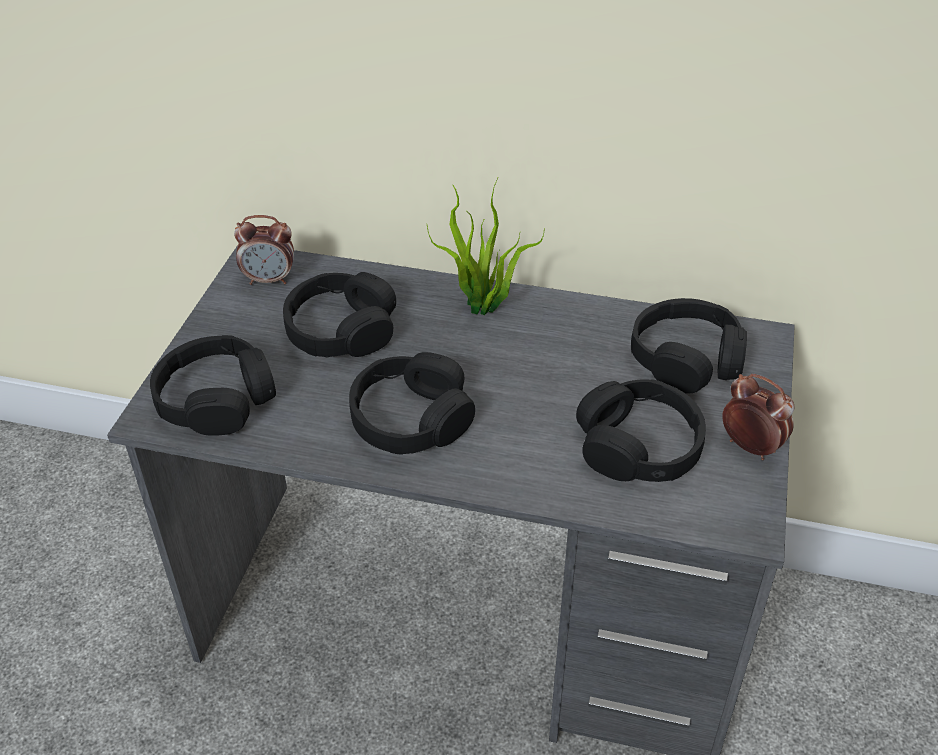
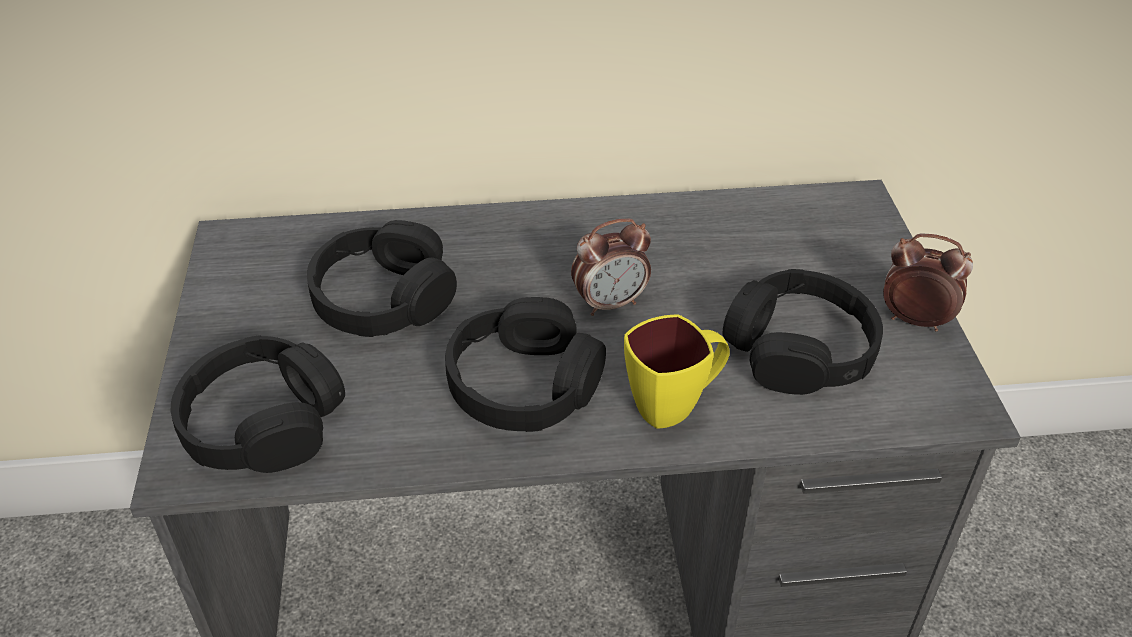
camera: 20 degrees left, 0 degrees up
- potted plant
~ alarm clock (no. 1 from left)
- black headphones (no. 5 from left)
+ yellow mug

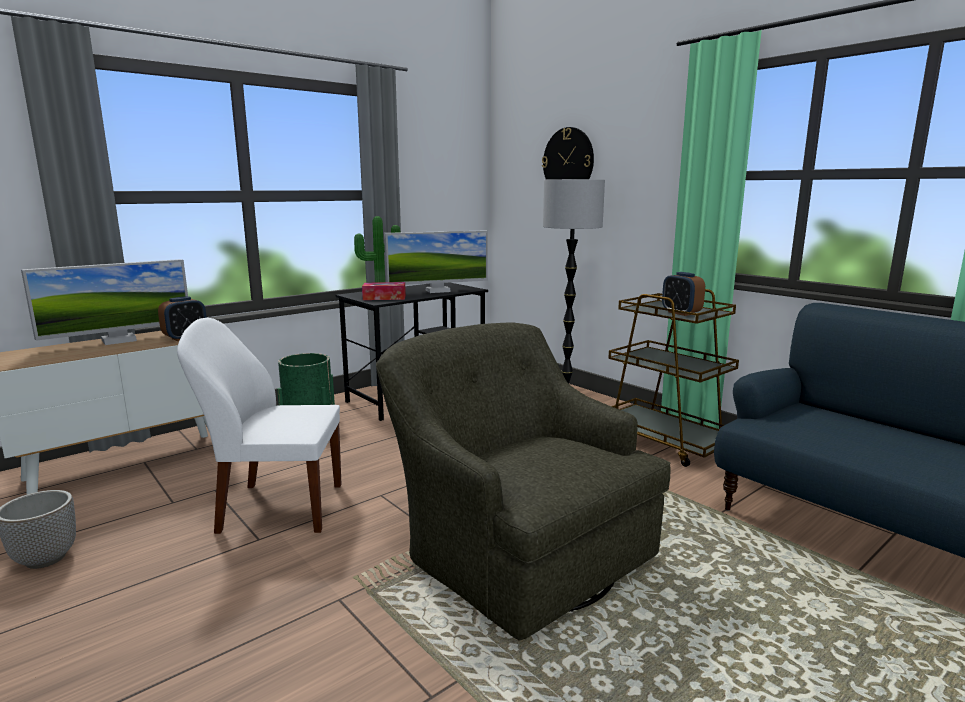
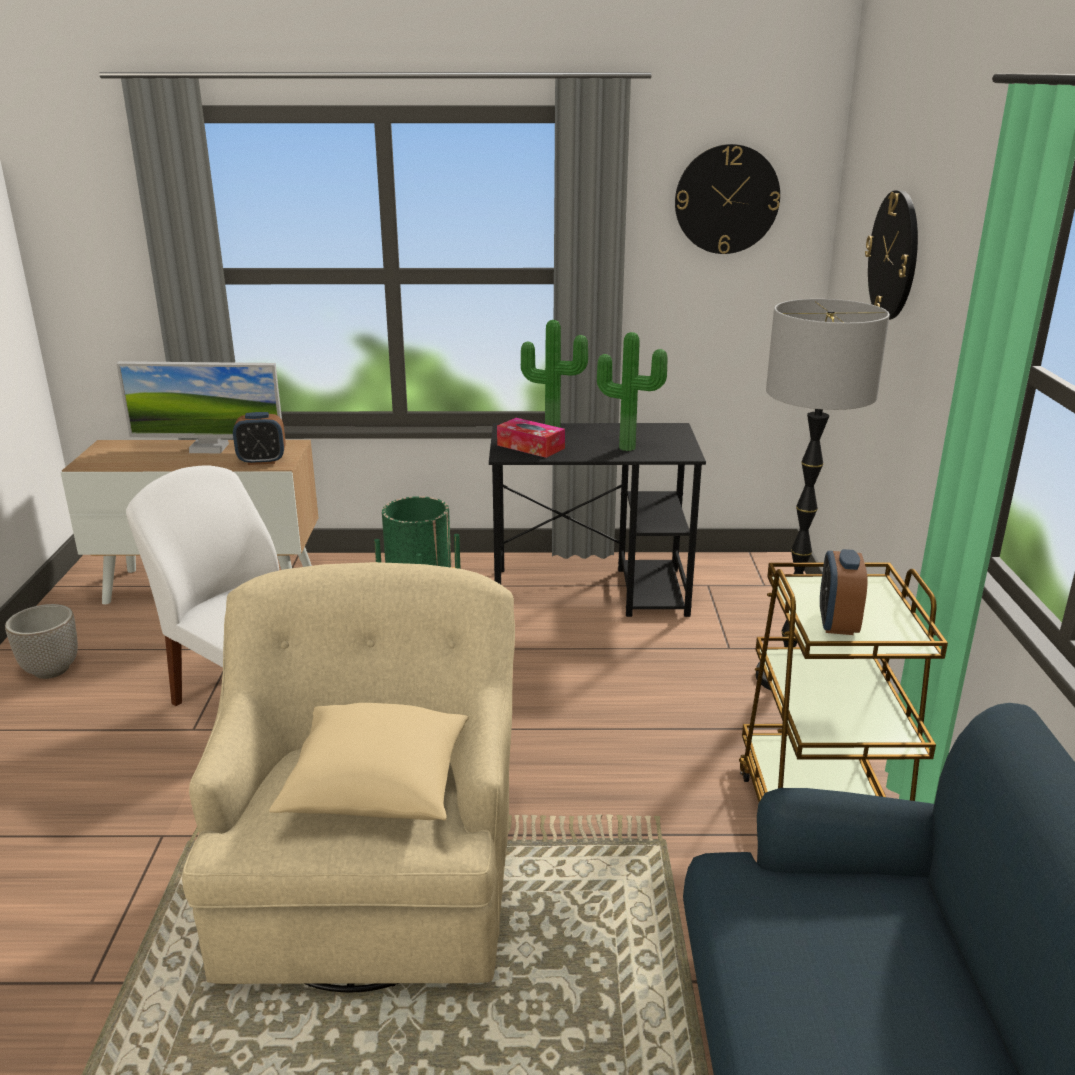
camera: 40 degrees right, 10 degrees up
~ monitor (no. 2 from left) to potted plant (no. 2 from left)
~ green armchair to beige armchair
+ wall clock (no. 1 from left)
+ beige pillow

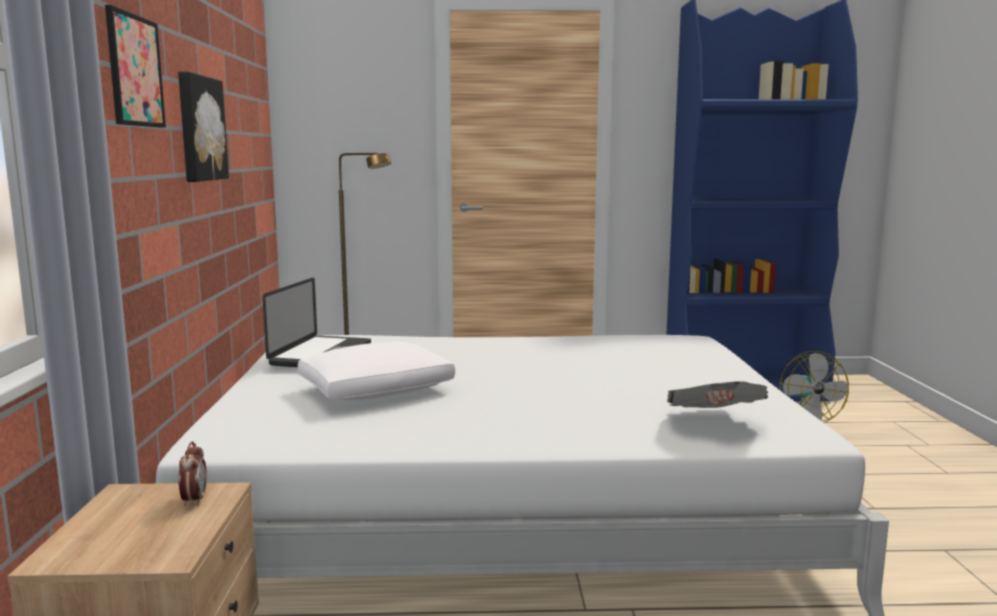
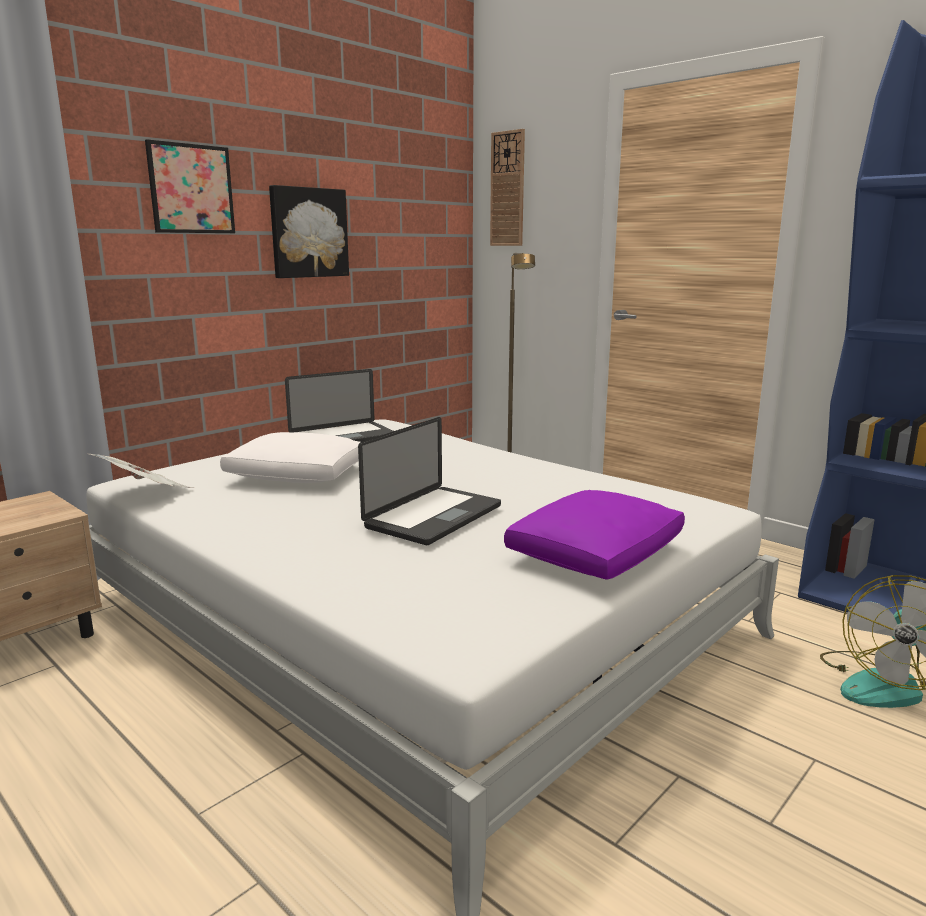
camera: 45 degrees right, 5 degrees up
~ newspaper
- alarm clock
+ wall clock
+ laptop (no. 2 from left)
+ purple pillow

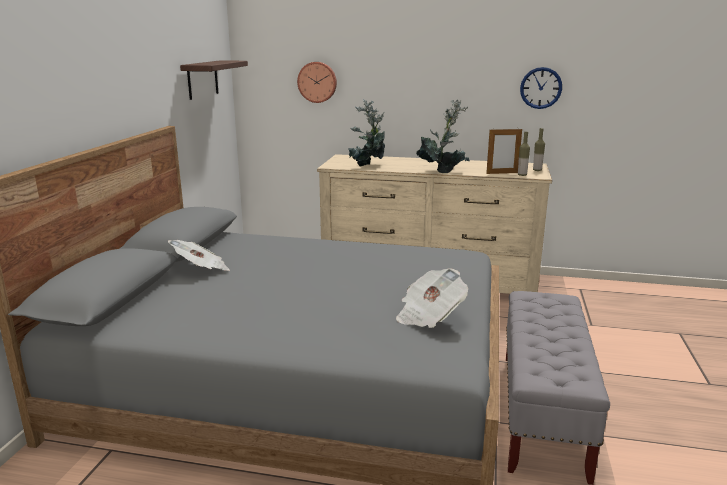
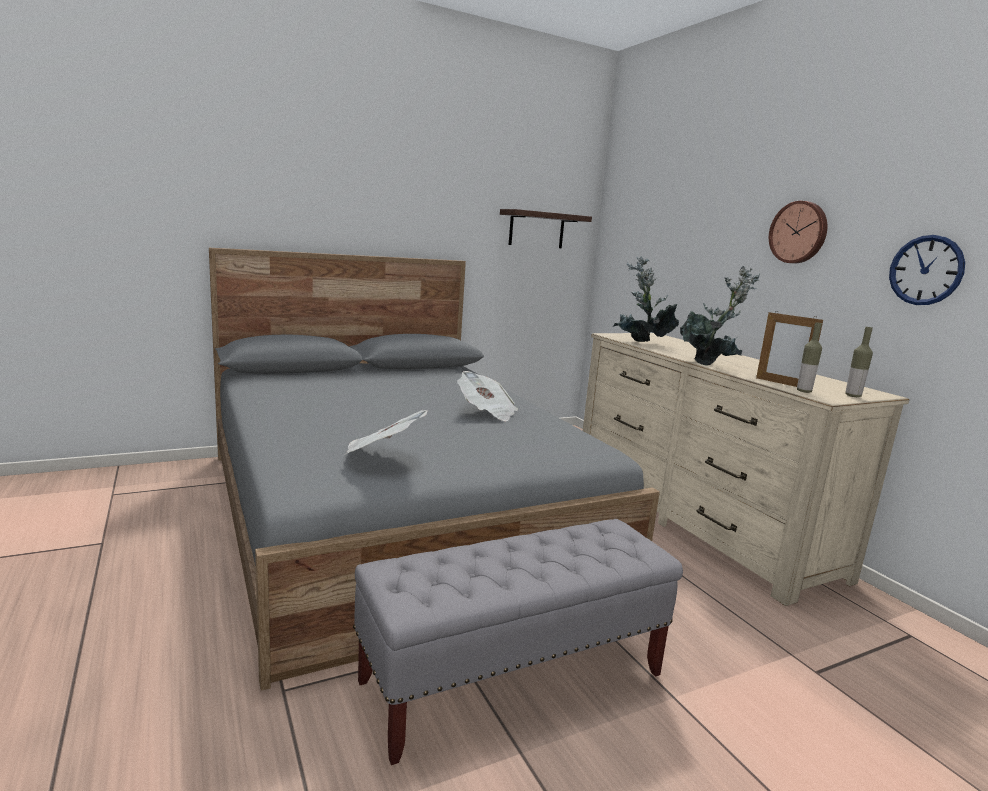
camera: 50 degrees right, 5 degrees down
~ wall clock (no. 1 from left)
~ newspaper (no. 1 from left in the first image) to newspaper (no. 2 from left)

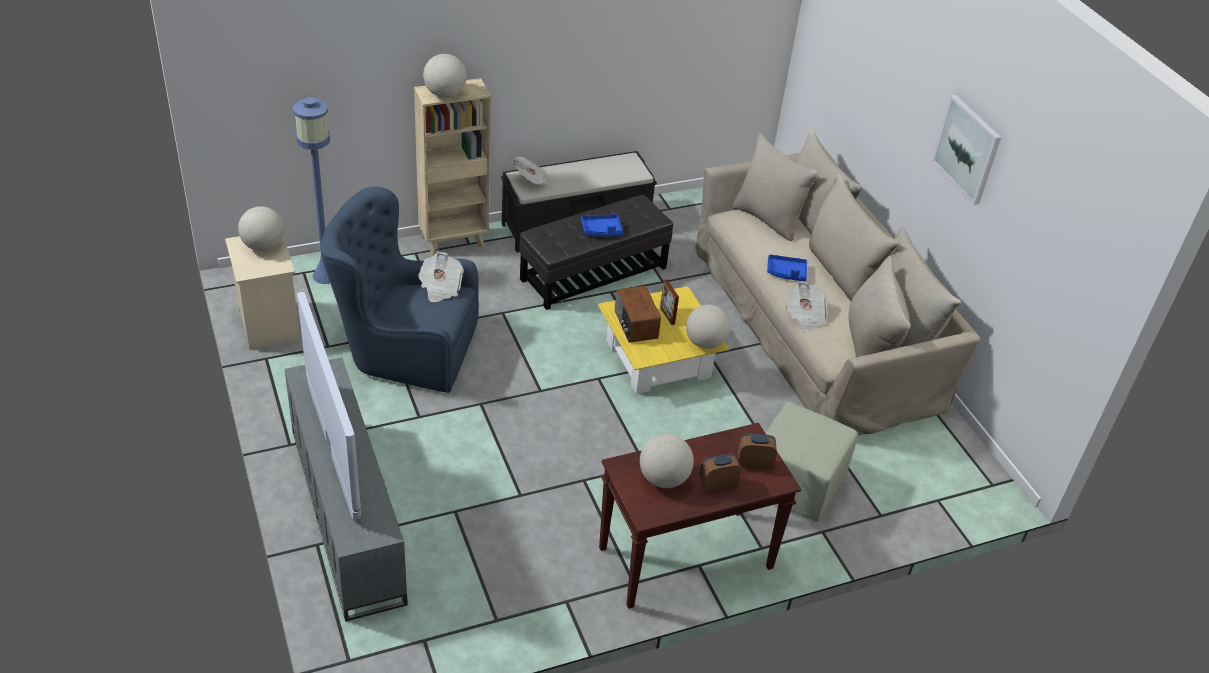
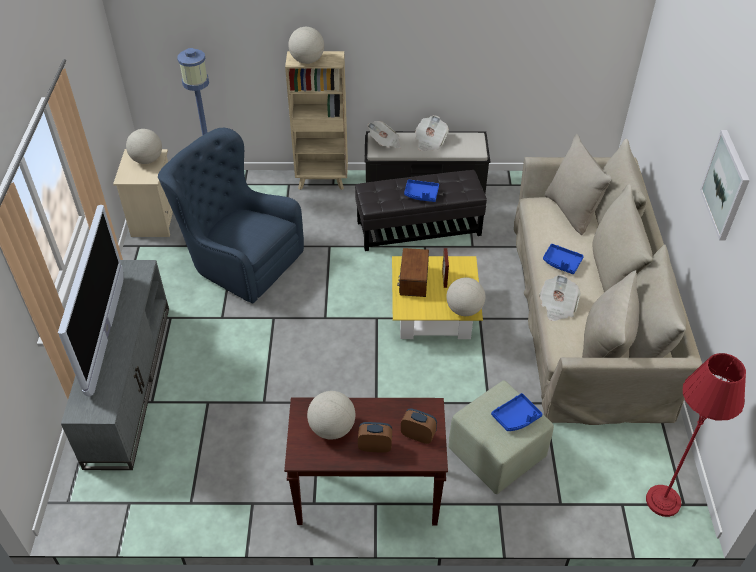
camera: 25 degrees right, 5 degrees up
~ newspaper (no. 1 from left in the first image) to newspaper (no. 2 from left)
+ red floor lamp
+ blue tray (no. 2 from left)

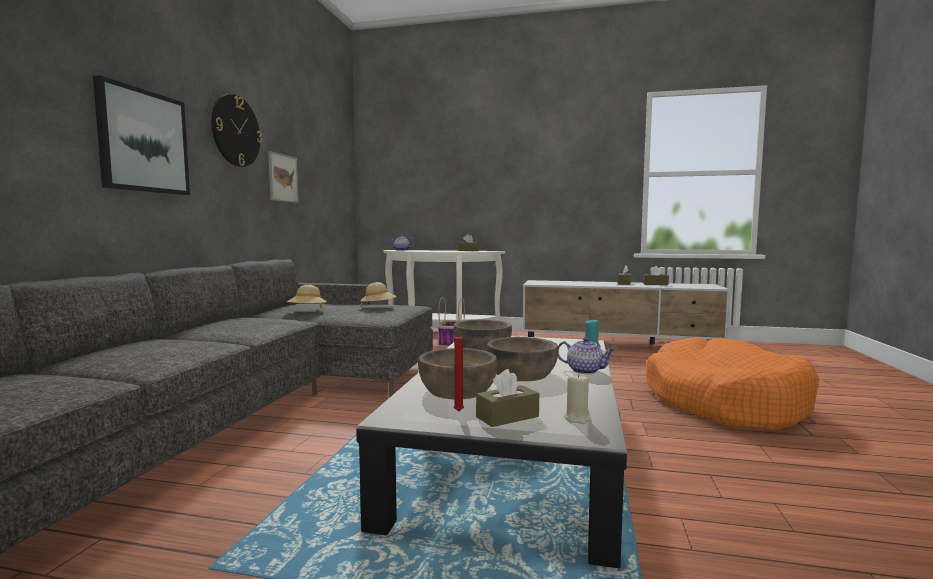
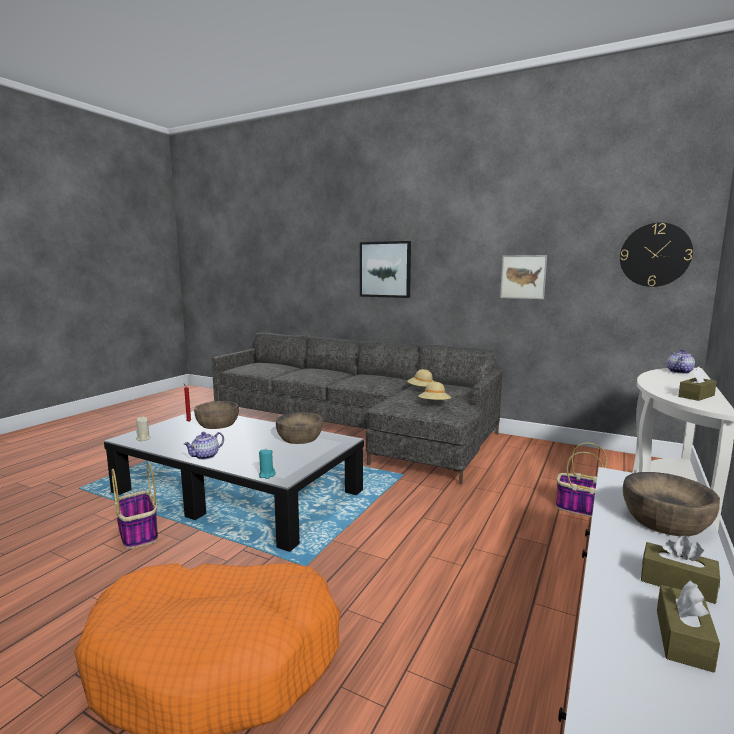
camera: 105 degrees right, 5 degrees up
~ wall clock
~ brown bowl (no. 3 from left)
- brown tissue box (no. 2 from left)
+ basket (no. 1 from left)

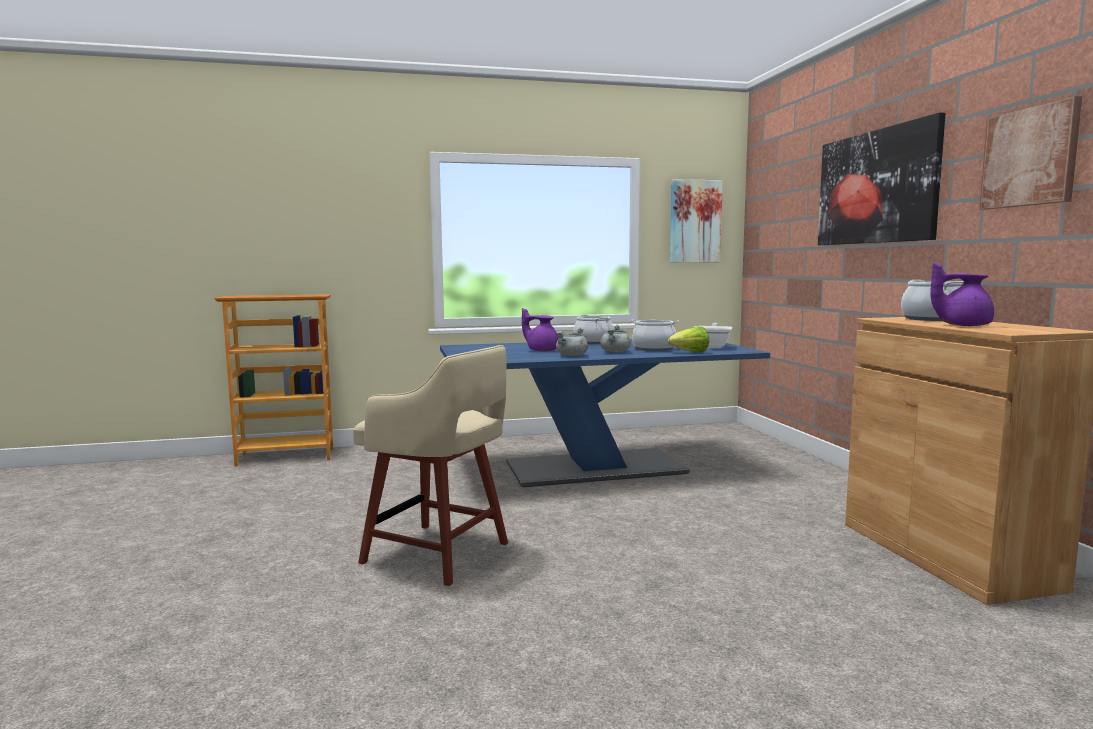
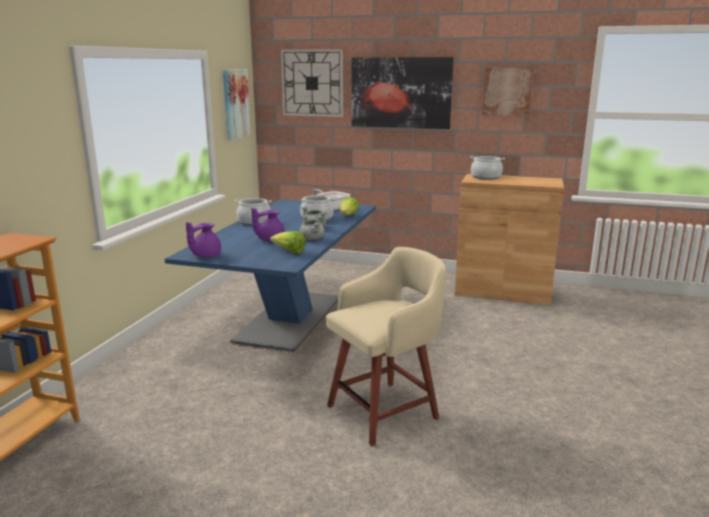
camera: 60 degrees left, 10 degrees up
~ purple teapot (no. 2 from left in the first image) to purple teapot (no. 1 from left)
+ wall clock
+ lettuce (no. 1 from left)

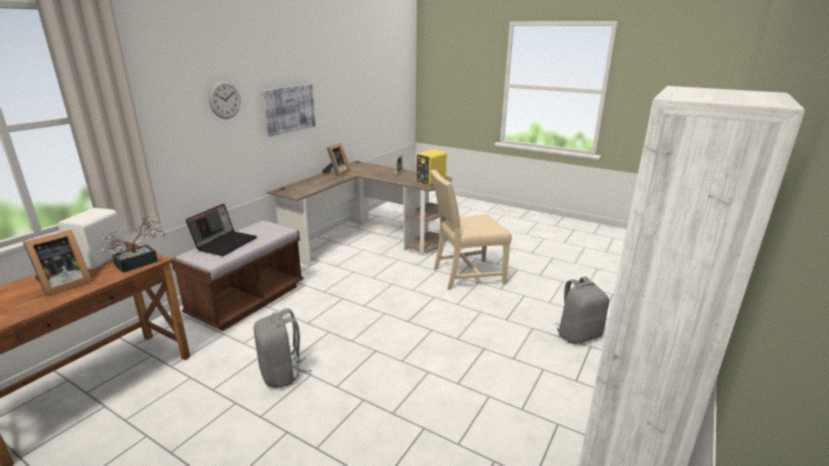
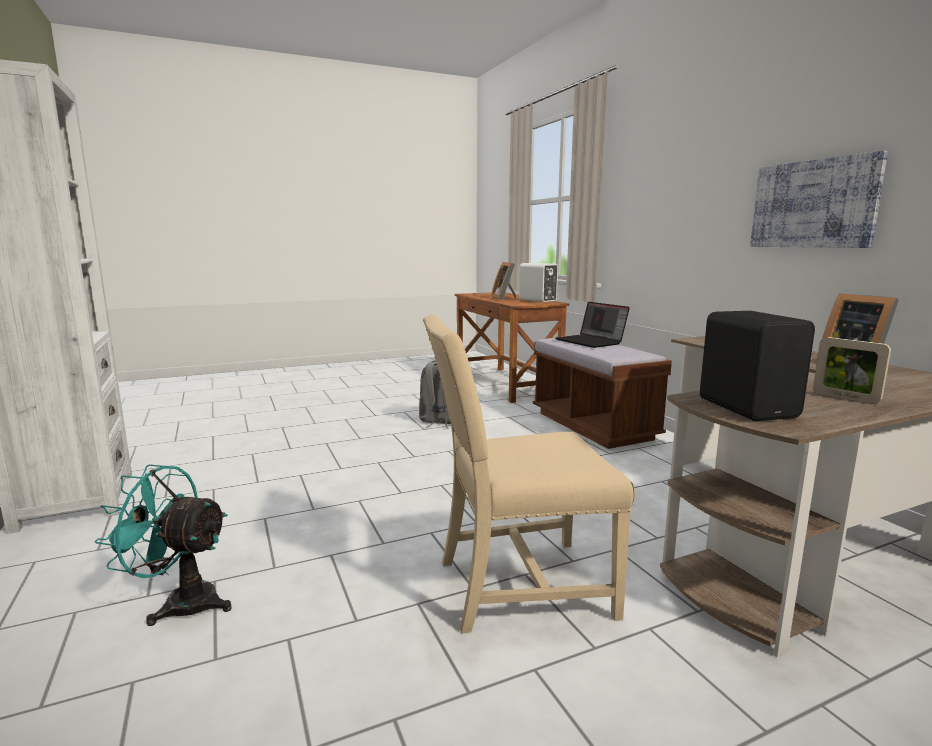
camera: 125 degrees right, 10 degrees down
- wall clock
~ yellow speaker to black speaker
~ beige chair 120 degrees counterclockwise
- potted plant
~ grey backpack (no. 2 from left) to turquoise fan

